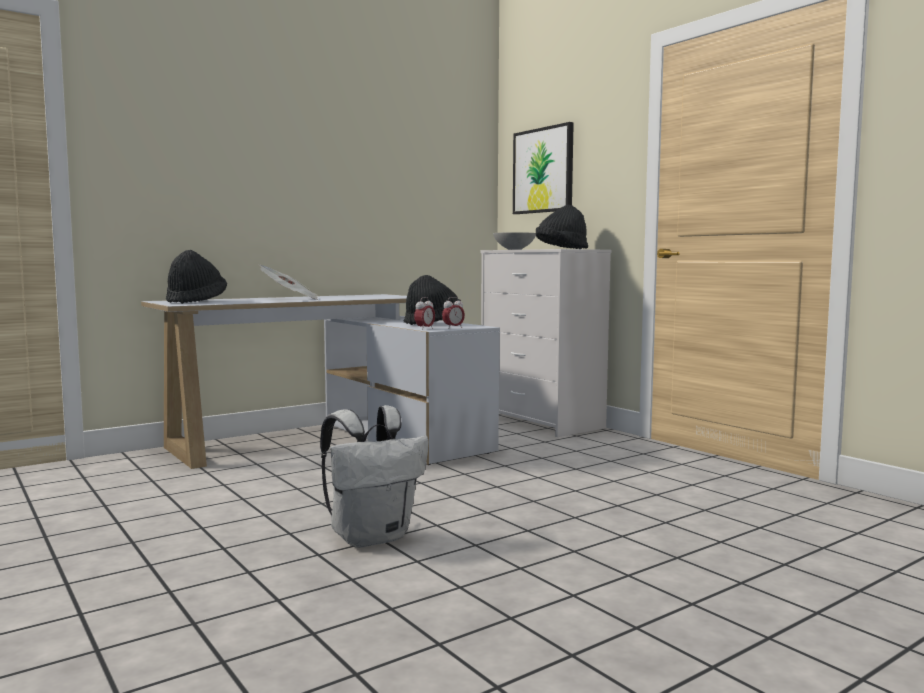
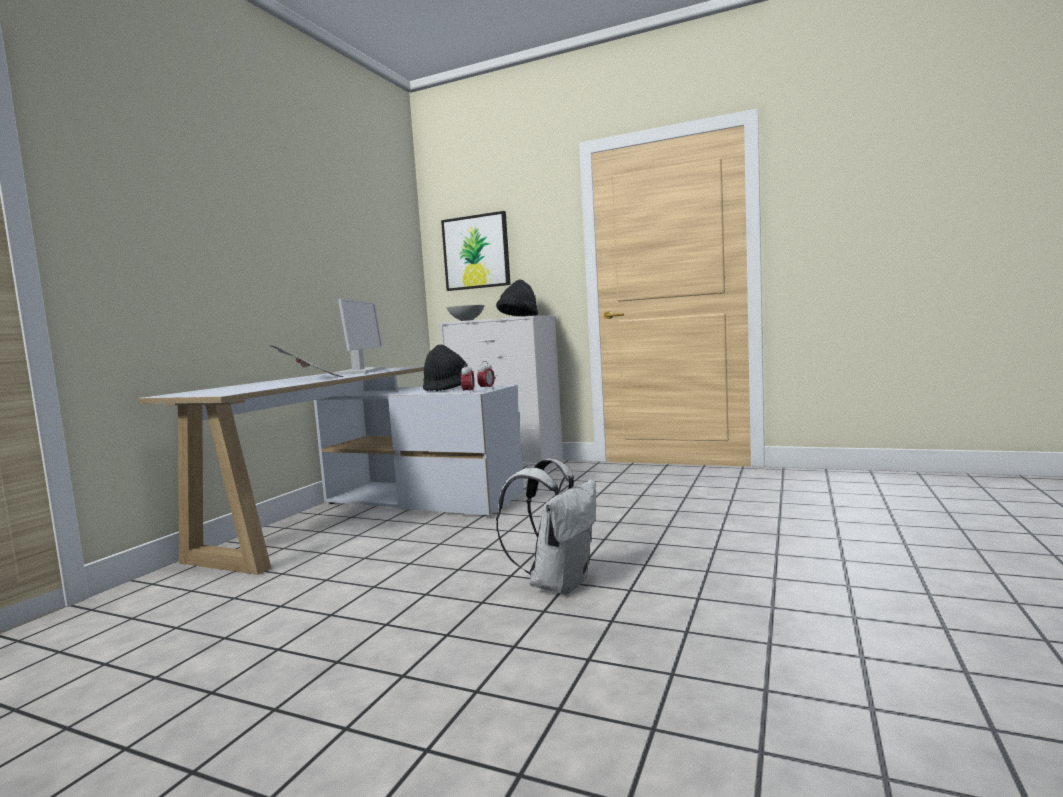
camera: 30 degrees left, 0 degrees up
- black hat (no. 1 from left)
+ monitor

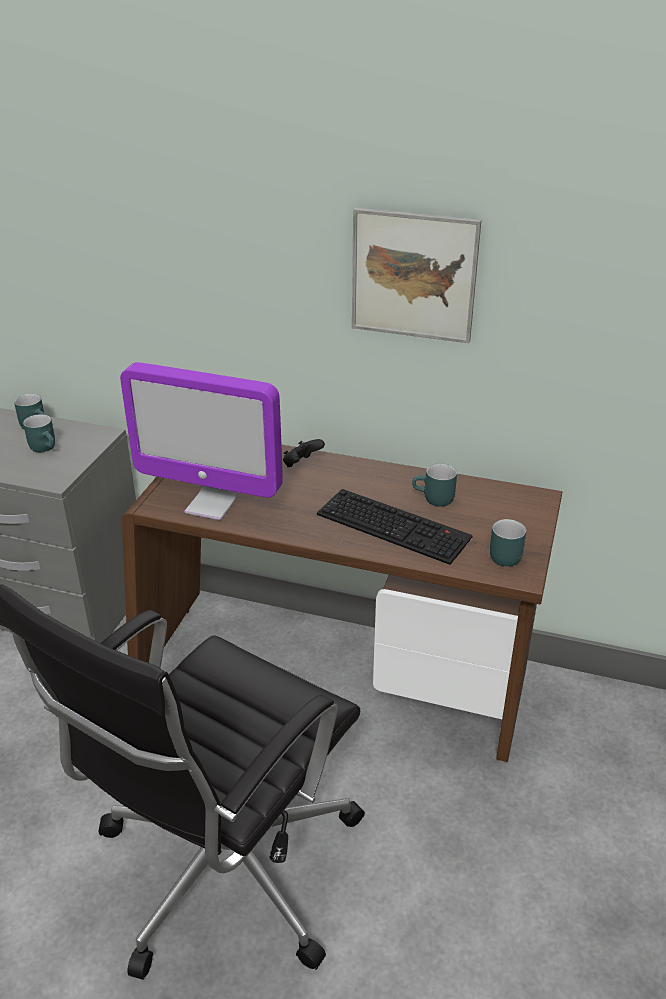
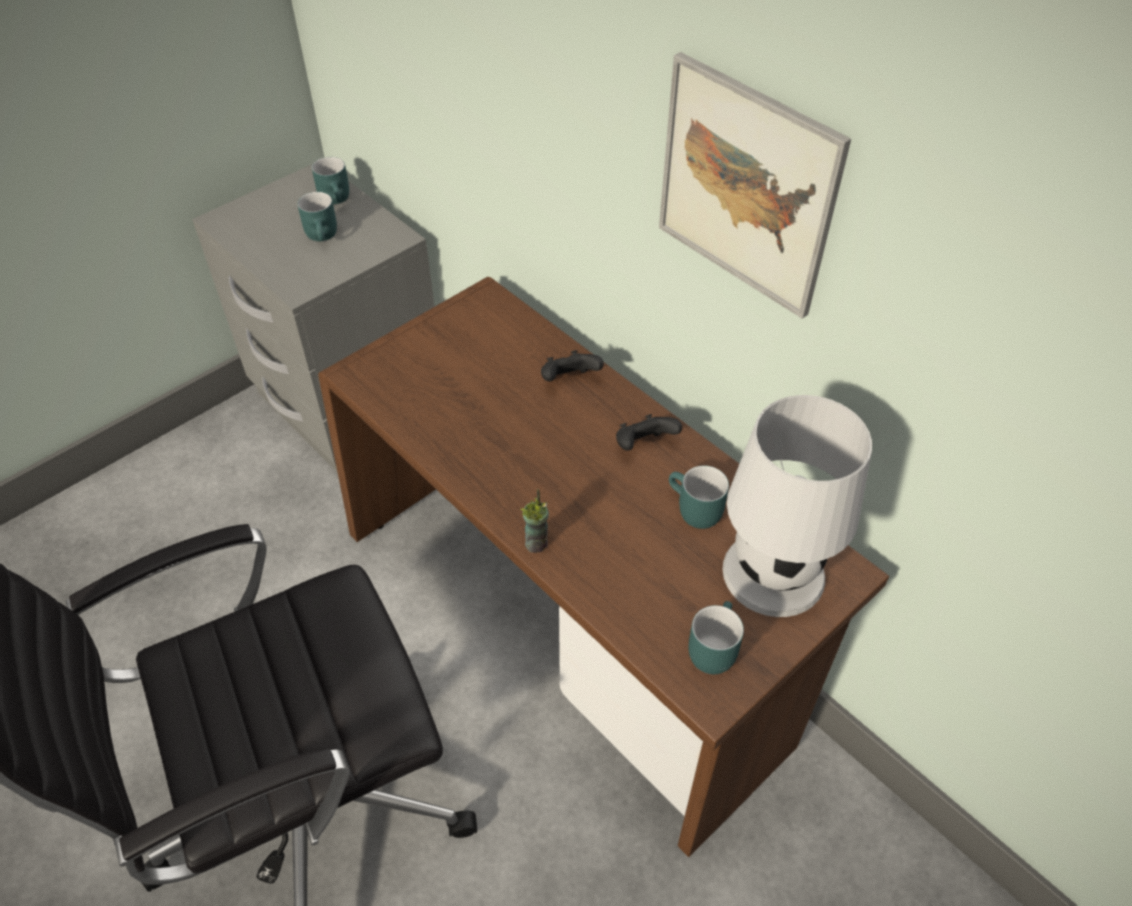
camera: 30 degrees right, 15 degrees up
- monitor
- keyboard
+ white table lamp
+ black game controller (no. 2 from left)
+ cup

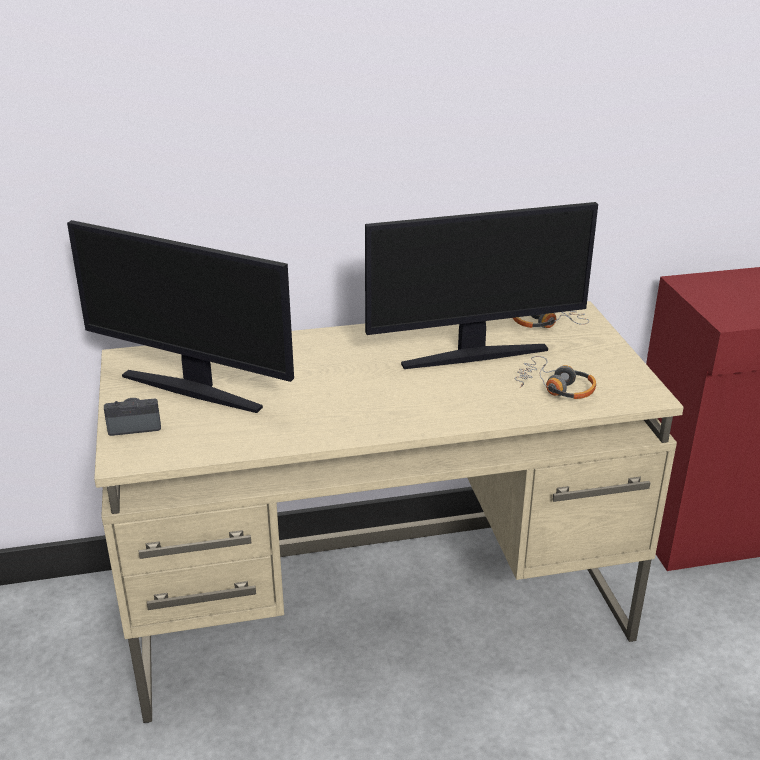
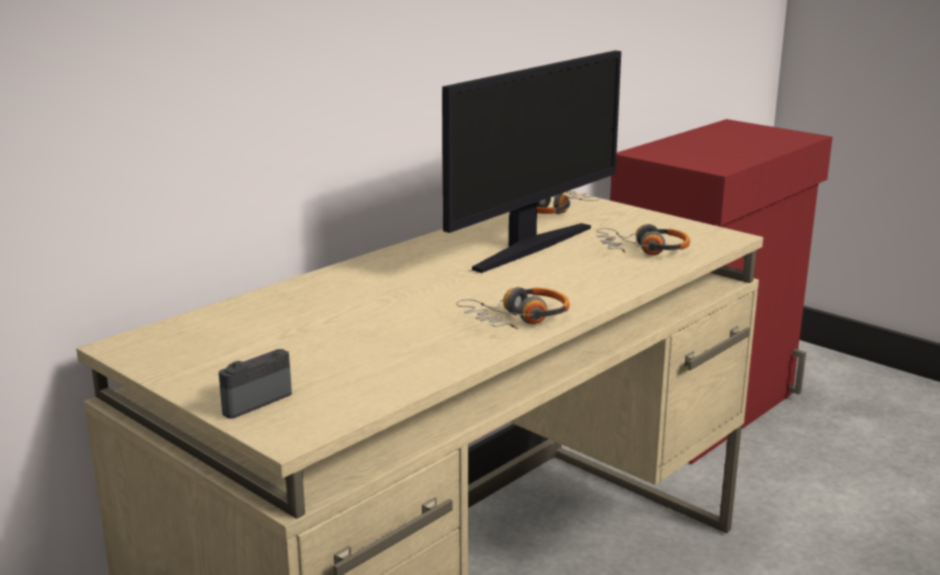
camera: 35 degrees left, 10 degrees down
- monitor (no. 1 from left)
+ headphones (no. 1 from left)

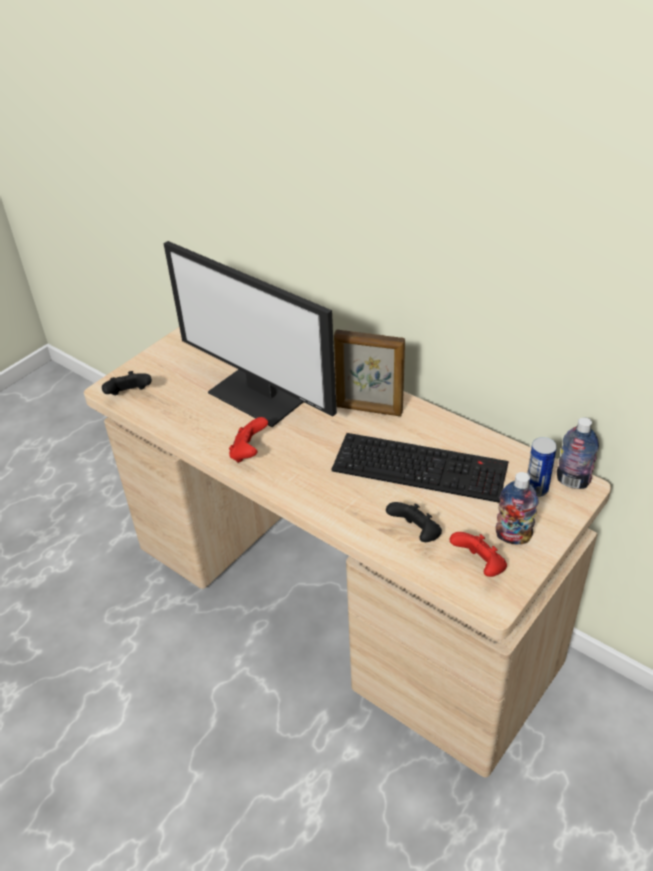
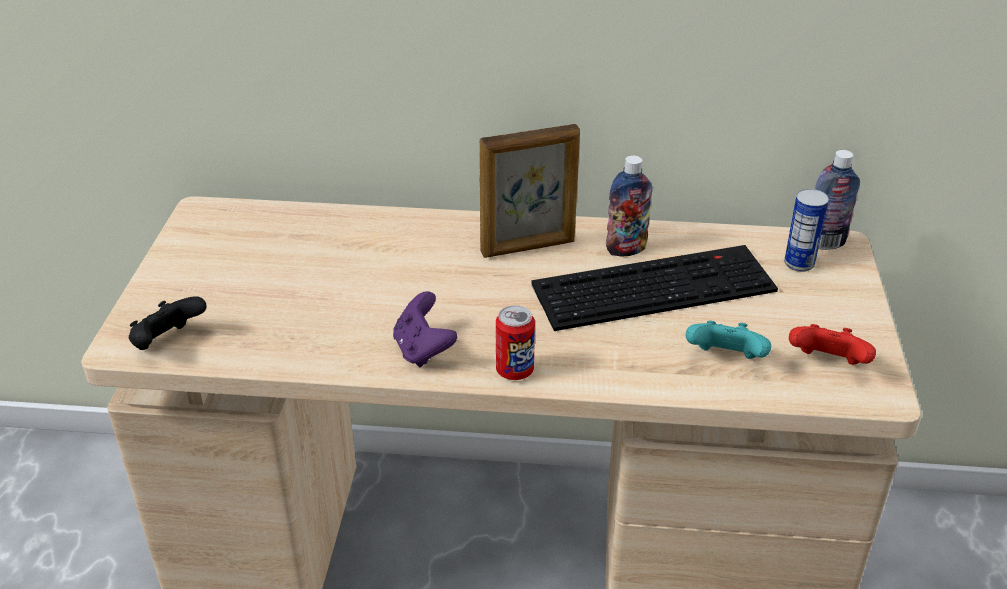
camera: 35 degrees left, 5 degrees down
- monitor
~ red game controller (no. 1 from left) to purple game controller
~ bottle (no. 1 from left)
~ black game controller (no. 2 from left) to turquoise game controller
+ can (no. 1 from left)

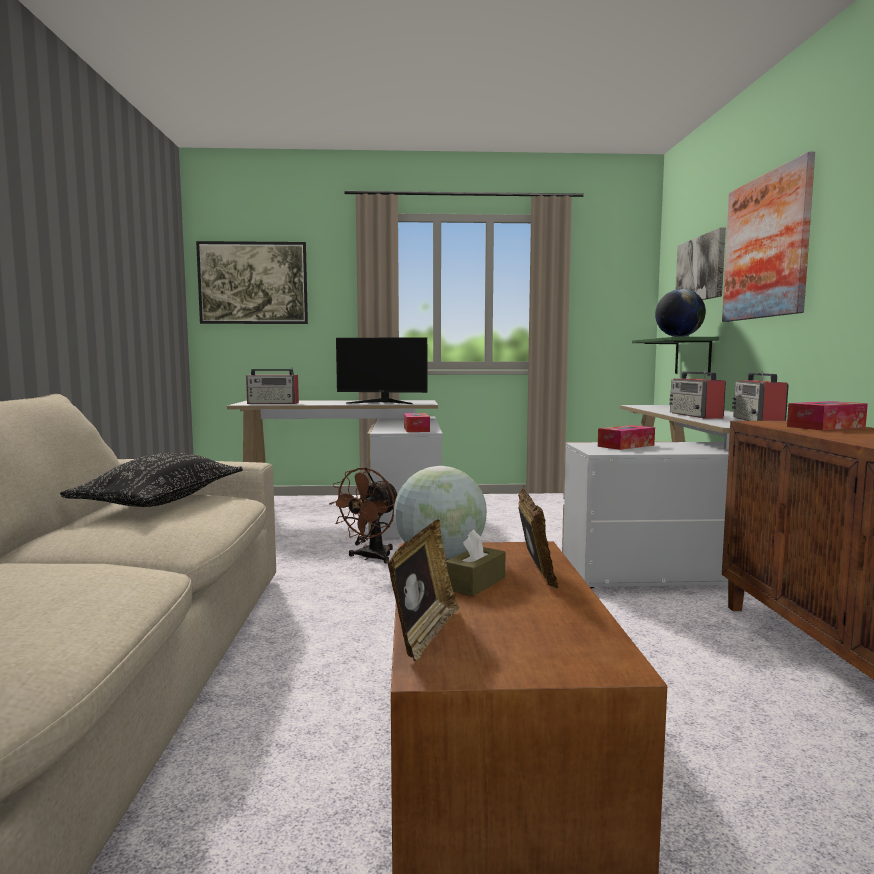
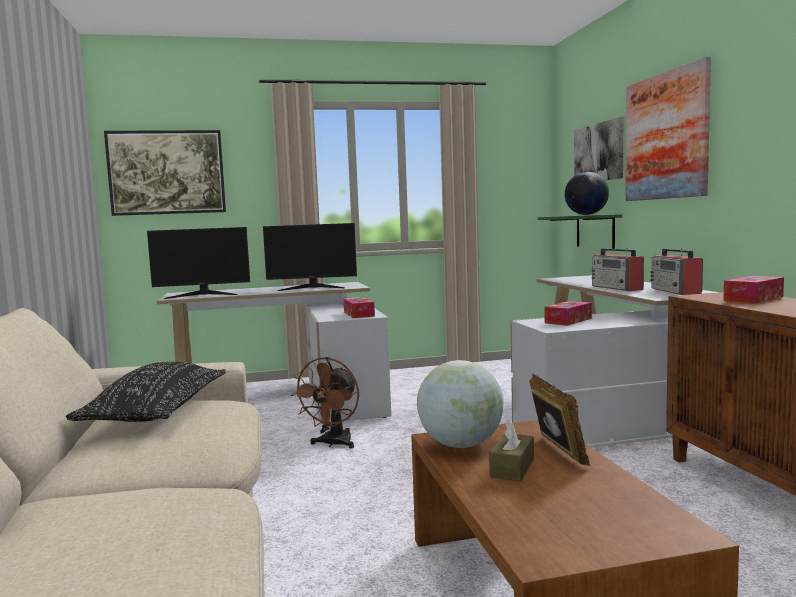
camera: 10 degrees left, 0 degrees up
~ radio (no. 1 from left) to monitor (no. 1 from left)
- picture frame (no. 1 from left)

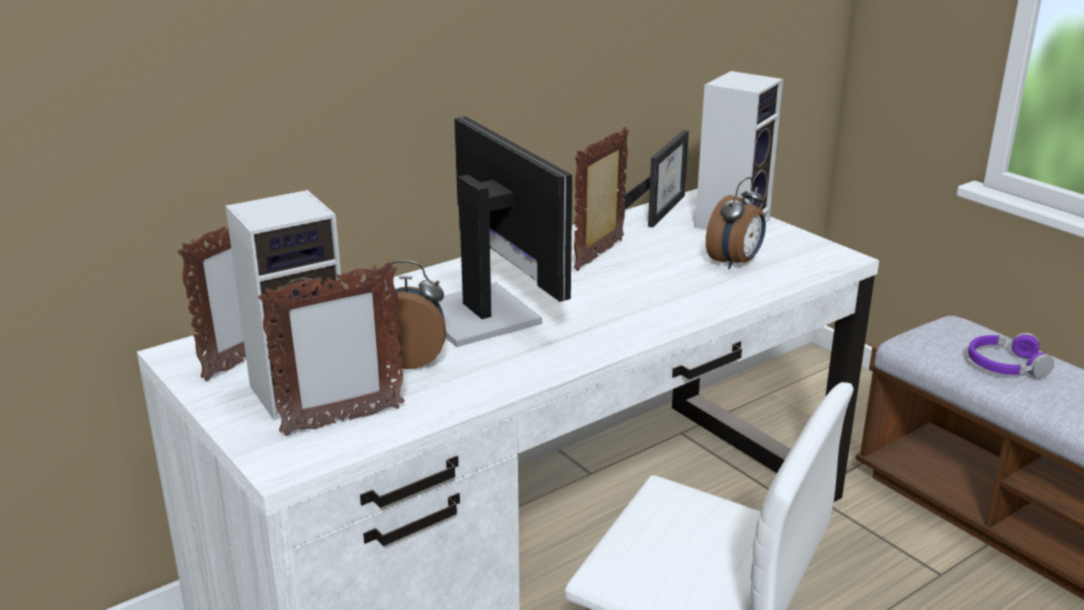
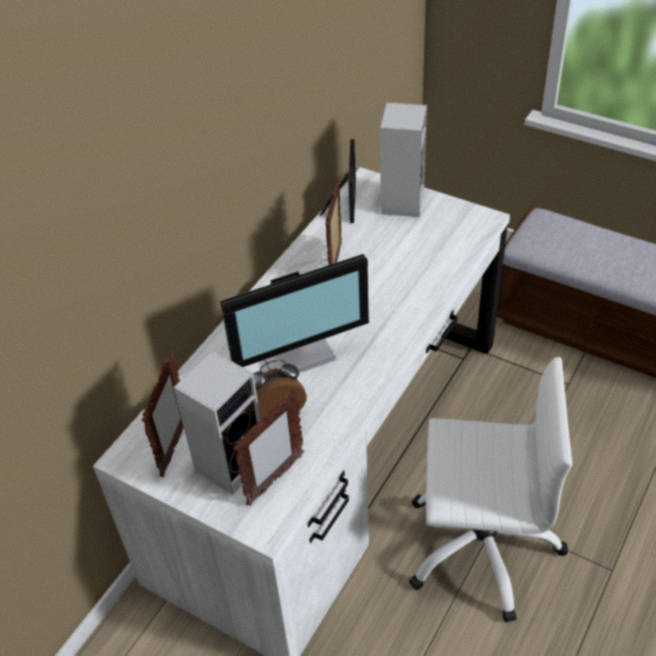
camera: 20 degrees left, 20 degrees up
~ monitor 120 degrees clockwise
- alarm clock (no. 2 from left)
- purple headphones

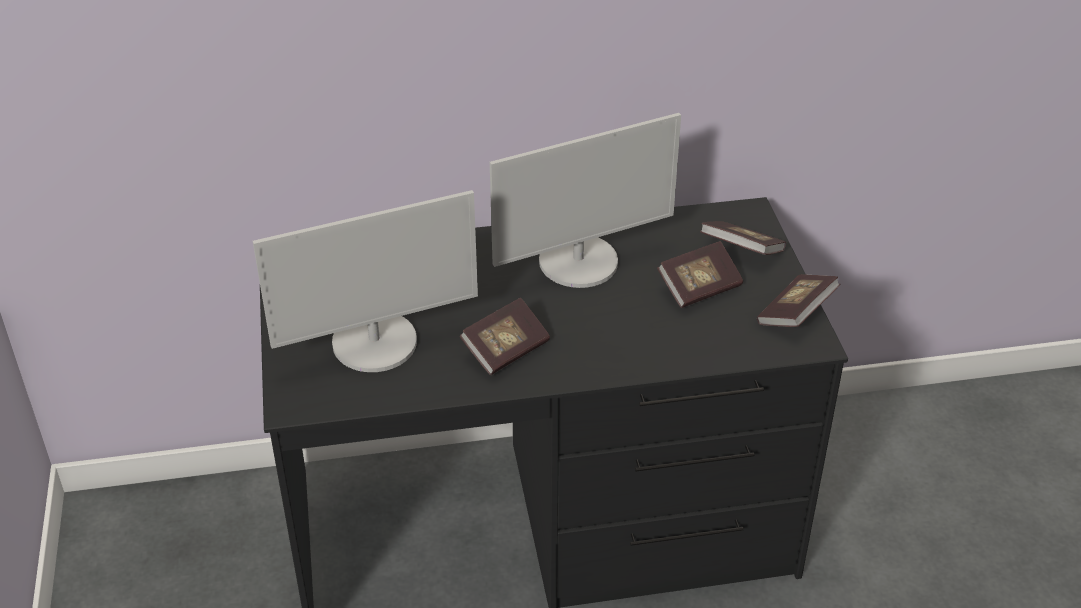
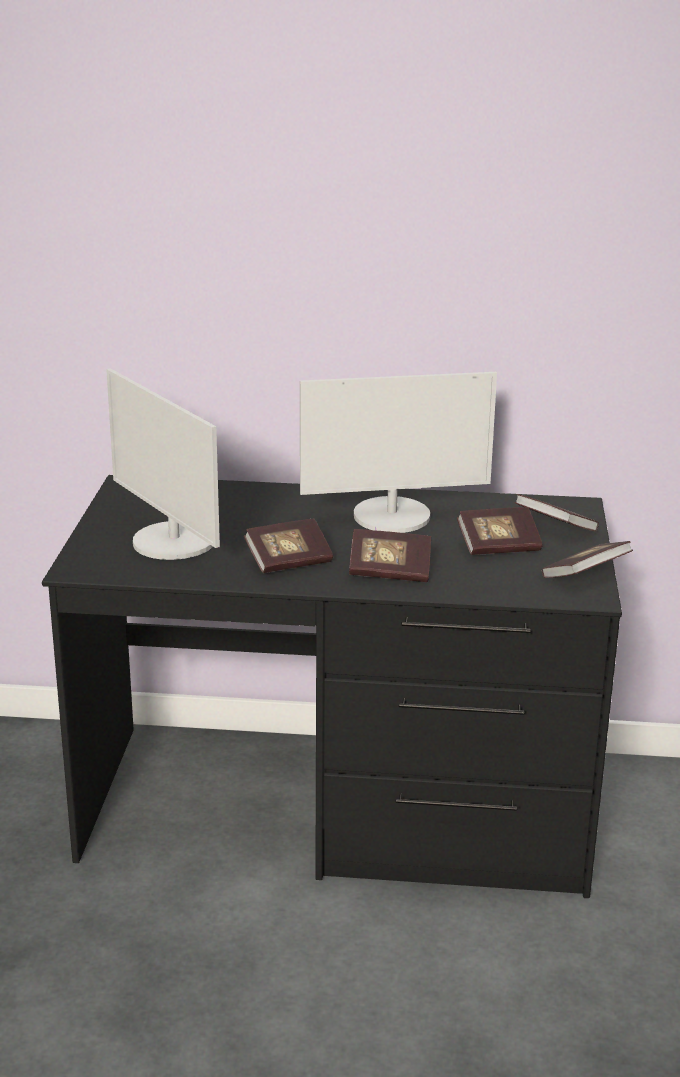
camera: 15 degrees right, 15 degrees down
~ monitor (no. 1 from left) 60 degrees clockwise
+ book (no. 2 from left)

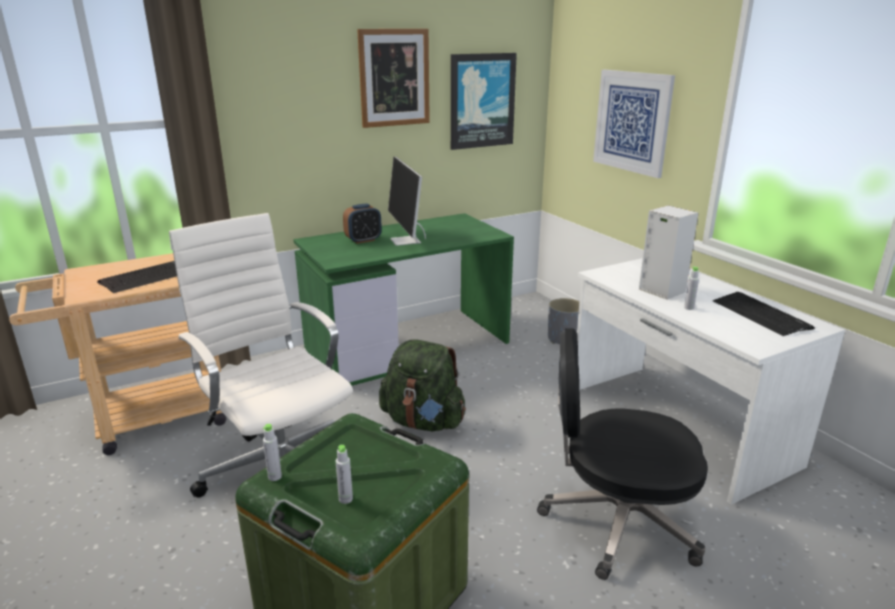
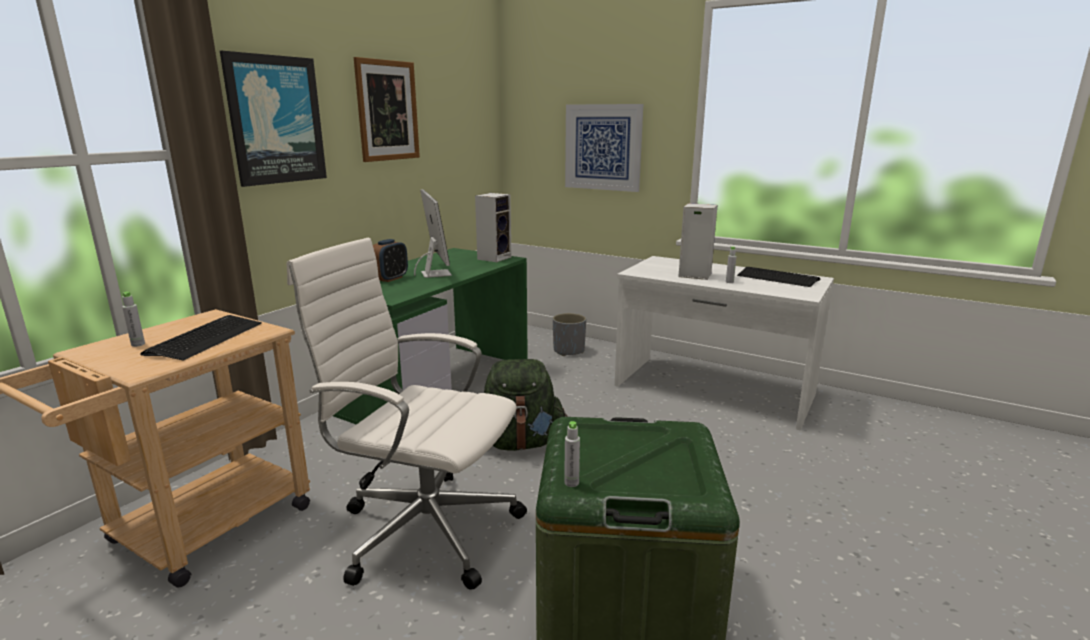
camera: 30 degrees left, 5 degrees down
~ picture (no. 2 from left in the first image) to picture (no. 1 from left)
~ monitor 150 degrees counterclockwise
- black office chair
~ grey bottle (no. 2 from left in the first image) to grey bottle (no. 1 from left)
+ speaker (no. 1 from left)

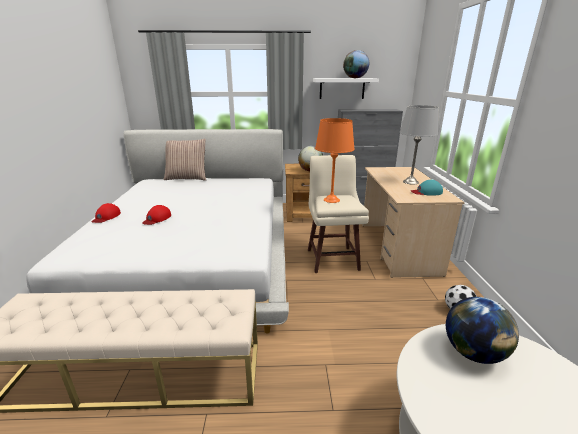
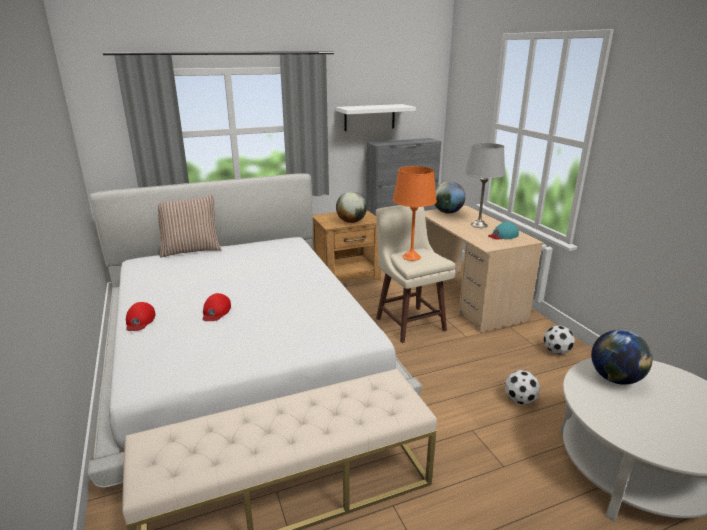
camera: 20 degrees left, 0 degrees up
~ globe (no. 2 from left)
+ football (no. 1 from left)

